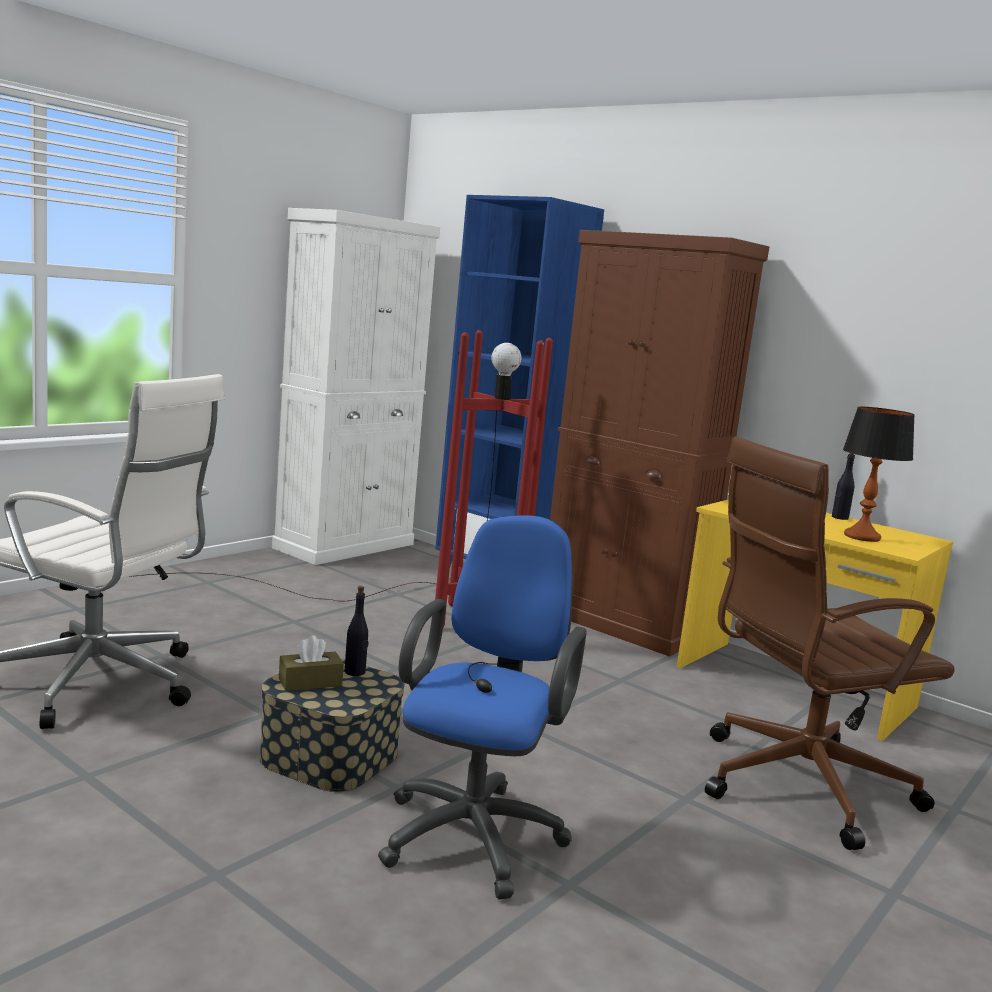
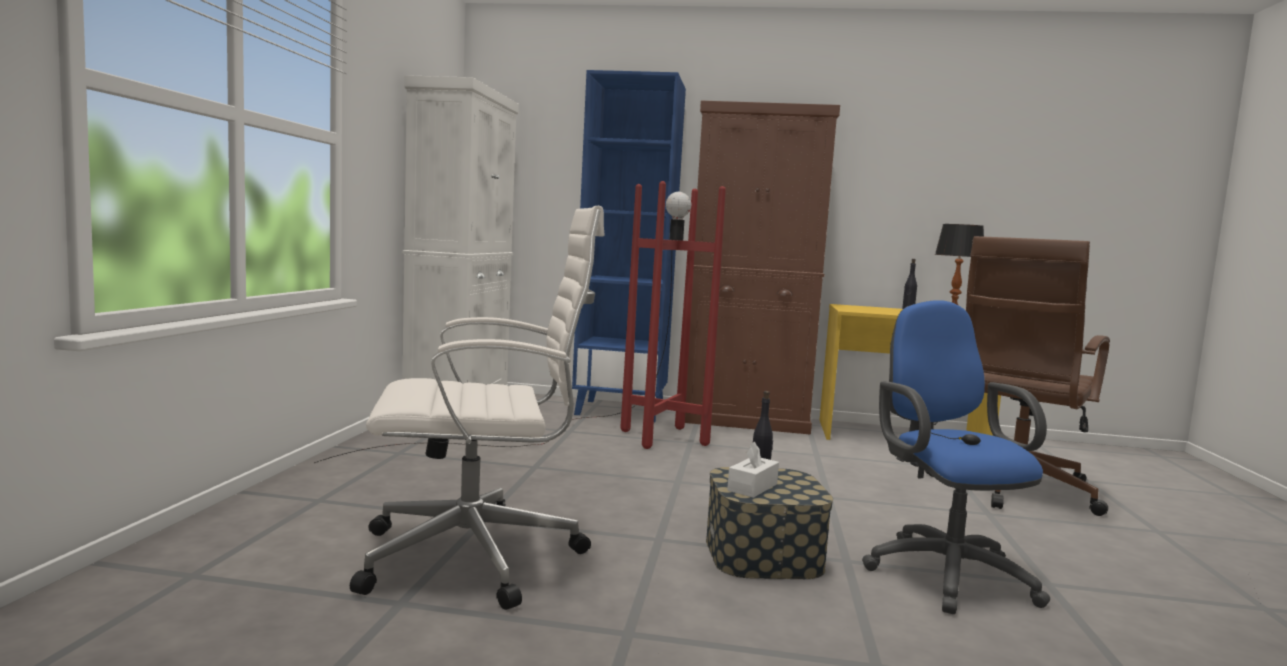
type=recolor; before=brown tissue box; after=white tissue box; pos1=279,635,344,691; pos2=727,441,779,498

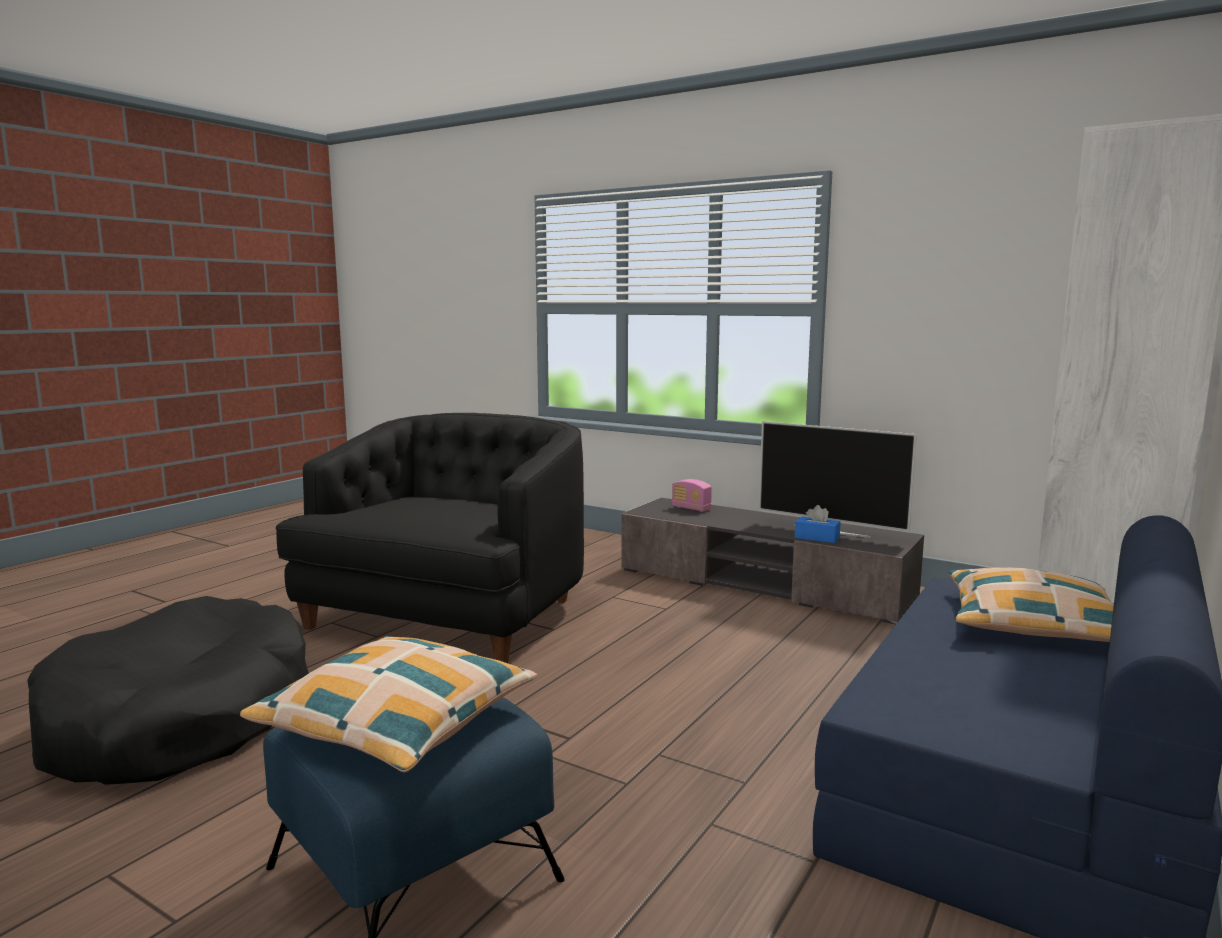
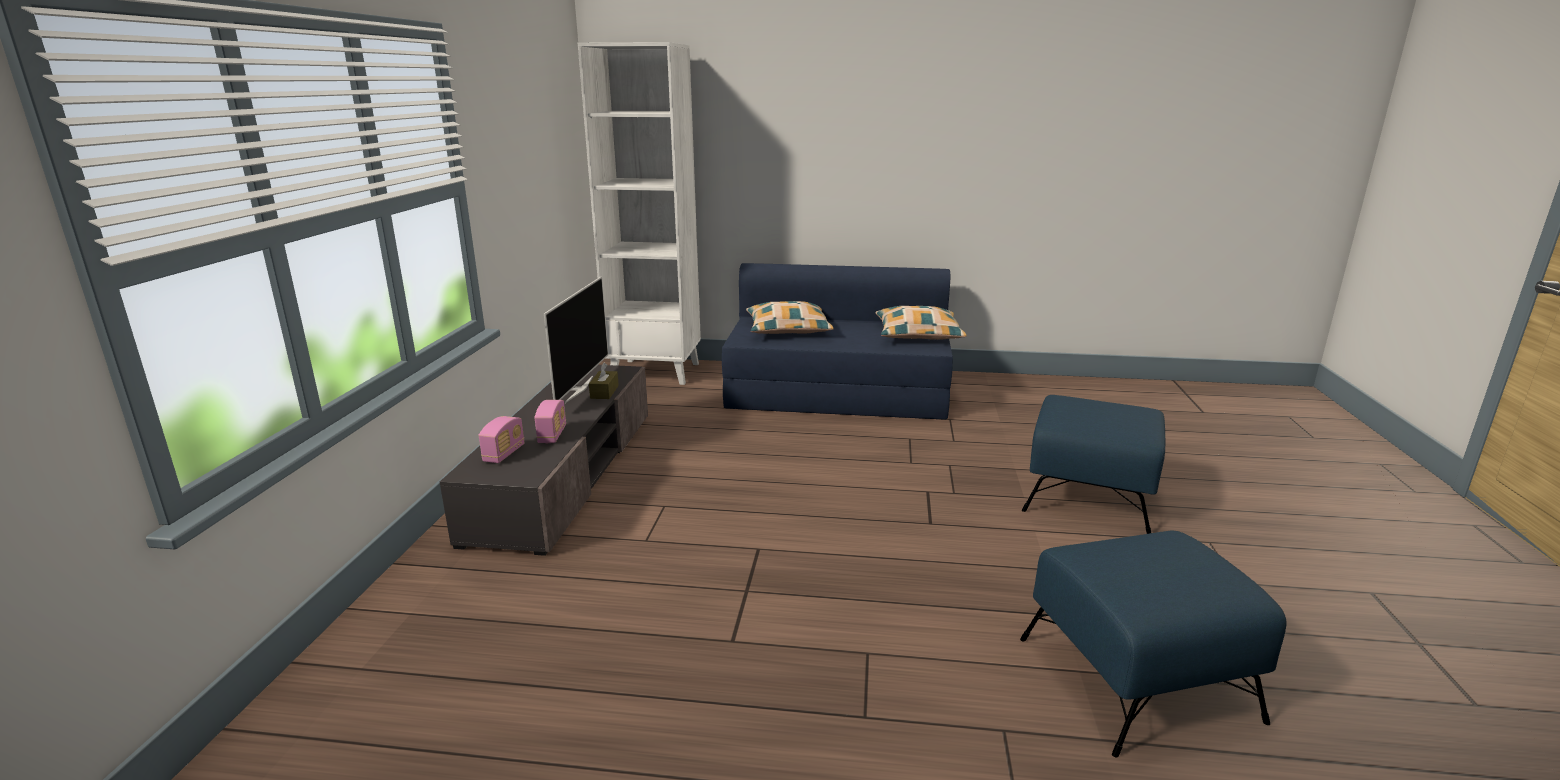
type=replace; before=black dog bed; after=blue ottoman; pos1=27,596,309,785; pos2=1020,531,1286,758
type=move; before=pillow; pos1=240,636,537,772; pos2=875,306,967,340
type=delete; before=black armchair; pos1=276,413,584,663
type=recolor; before=blue tissue box; after=brown tissue box; pos1=795,505,841,543; pos2=589,363,619,399
type=insert; after=radio; pos2=535,400,566,443

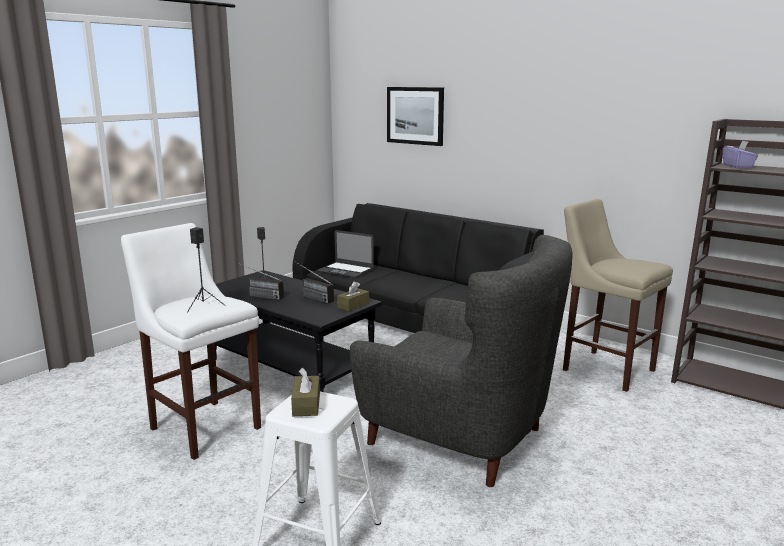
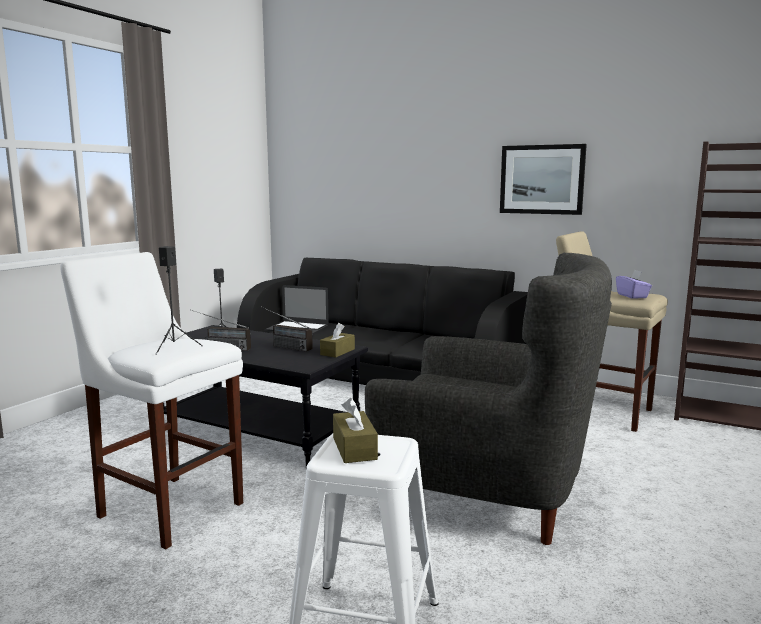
type=move; before=picture; pos1=387,87,444,146; pos2=500,144,587,215
type=move; before=purple tissue box; pos1=723,140,758,168; pos2=616,270,652,299

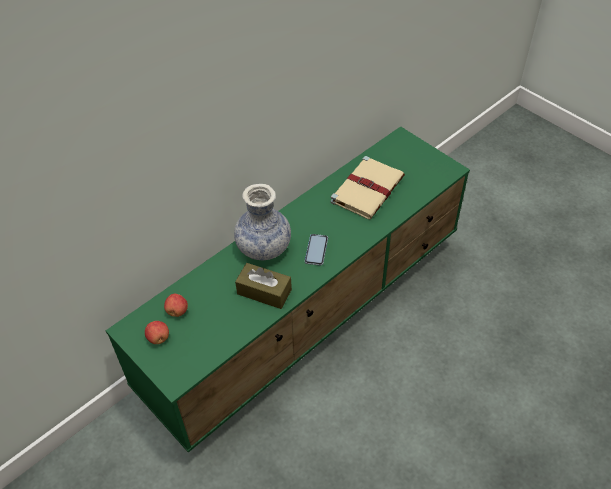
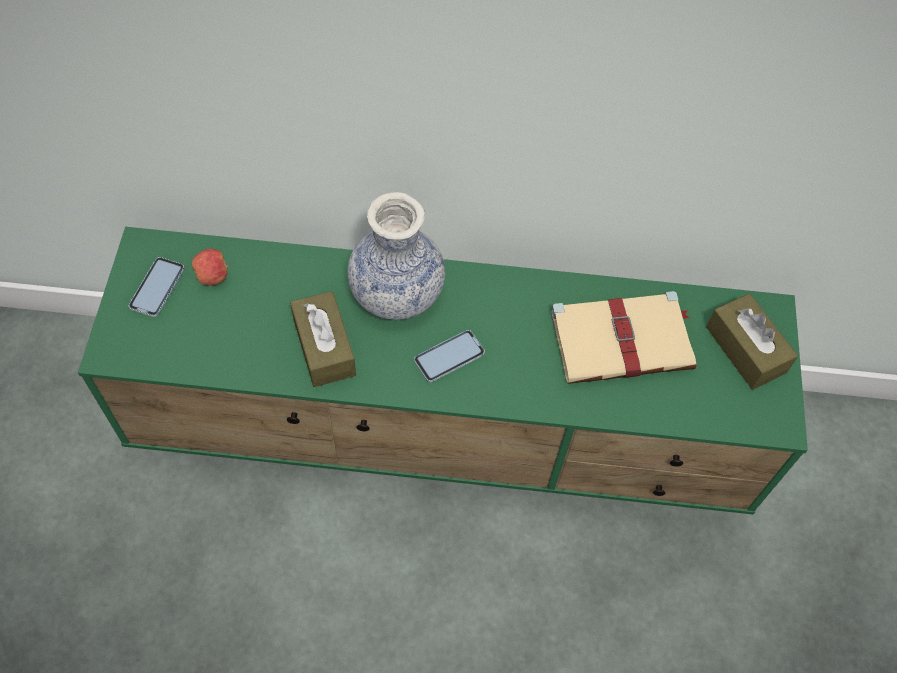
type=replace; before=apple; after=phone; pos1=145,321,169,344; pos2=129,257,185,317
type=insert; after=brown tissue box; pos2=706,294,798,390

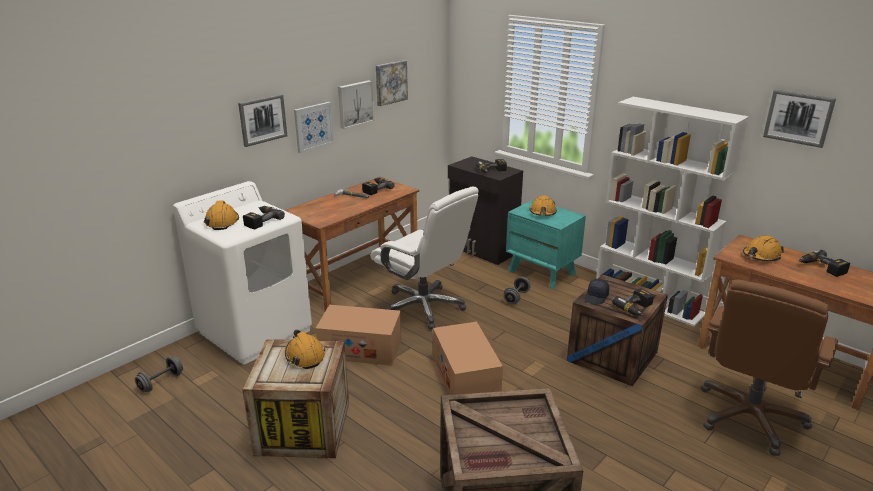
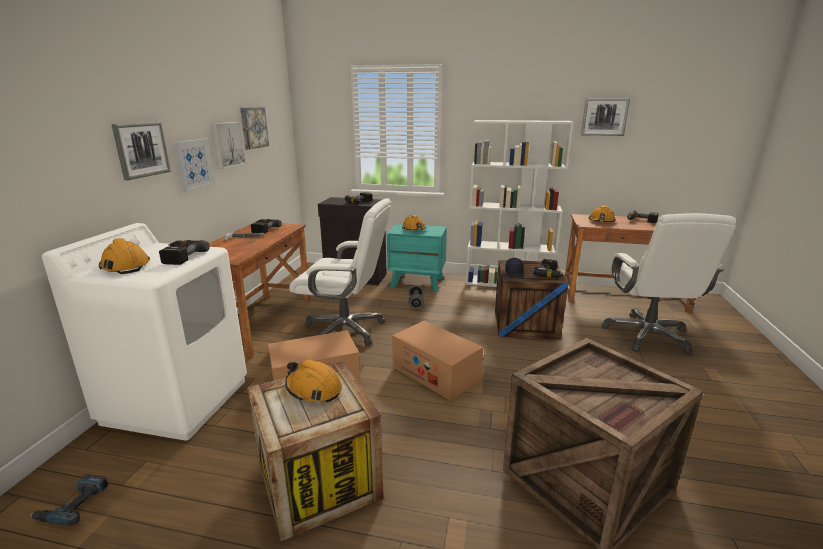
type=replace; before=grey dumbbell; after=power drill; pos1=135,356,183,392; pos2=30,475,108,526
type=recolor; before=brown office chair; after=white office chair; pos1=701,280,838,456; pos2=602,213,736,355

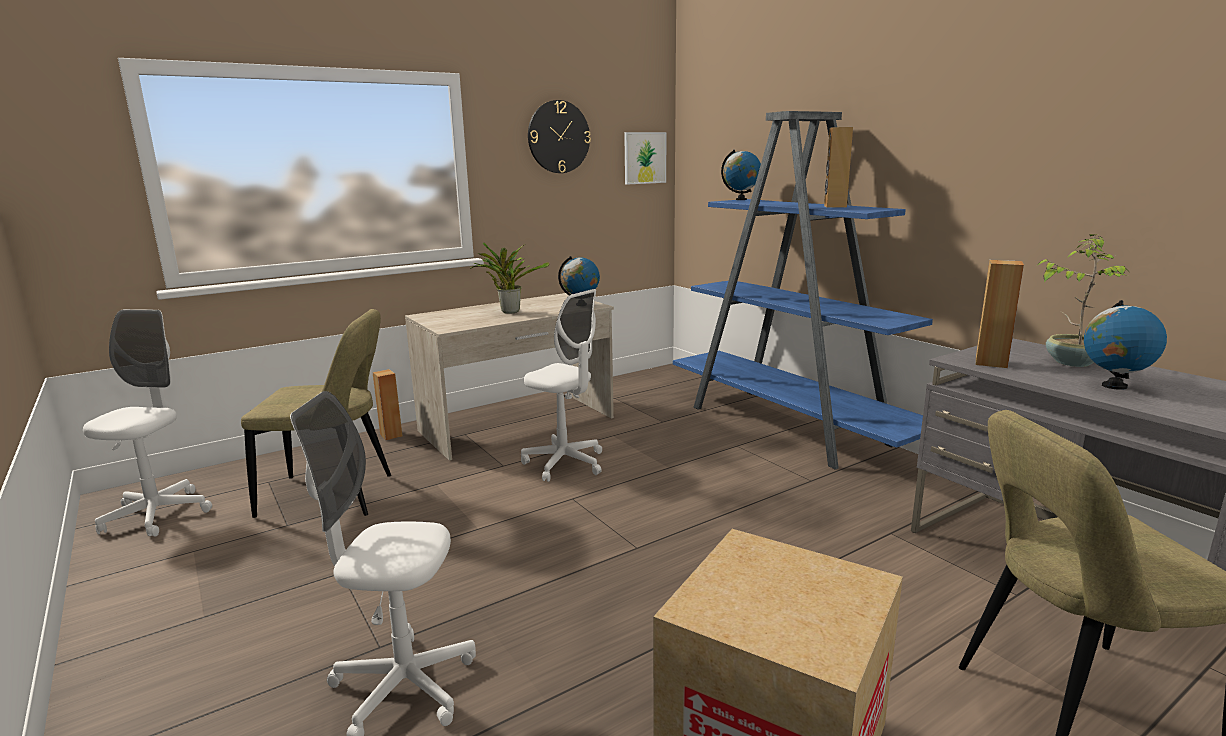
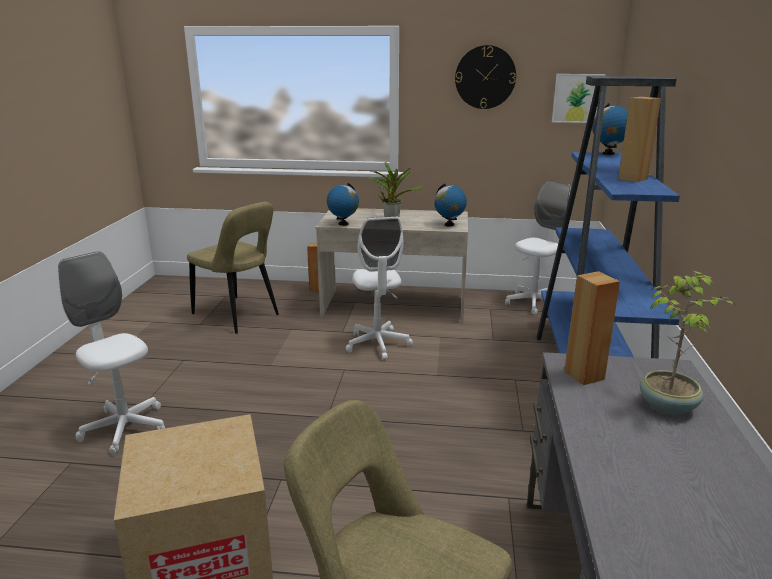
type=move; before=white office chair; pos1=83,309,212,537; pos2=505,181,570,315
type=move; before=globe; pos1=1084,300,1167,390; pos2=327,183,359,226

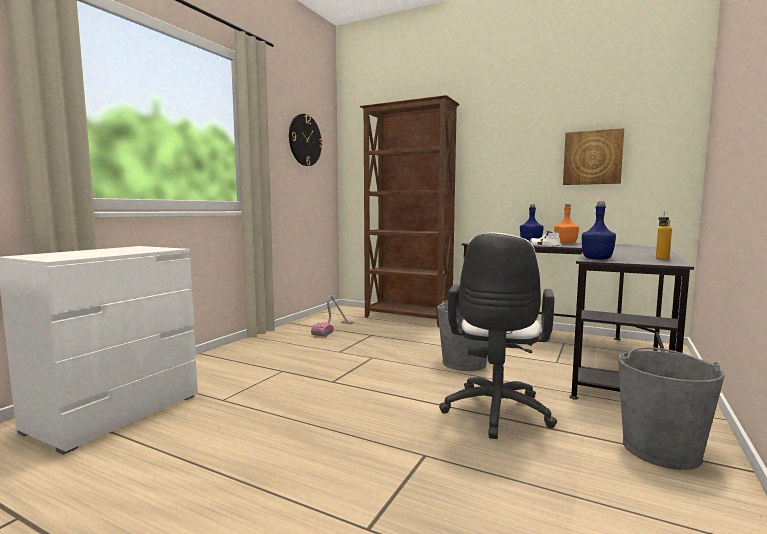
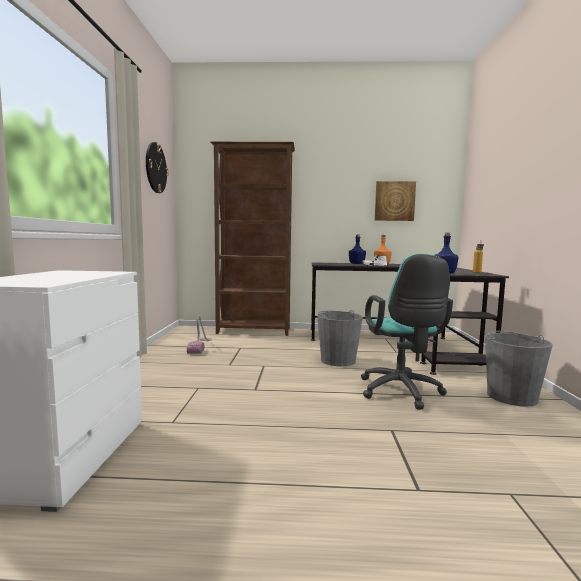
type=recolor; before=white office chair; after=turquoise office chair; pos1=439,232,557,439; pos2=361,254,453,410

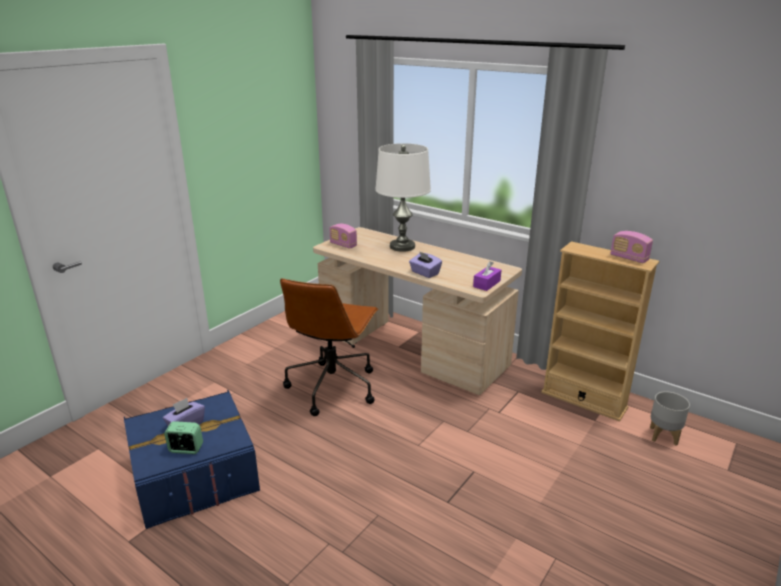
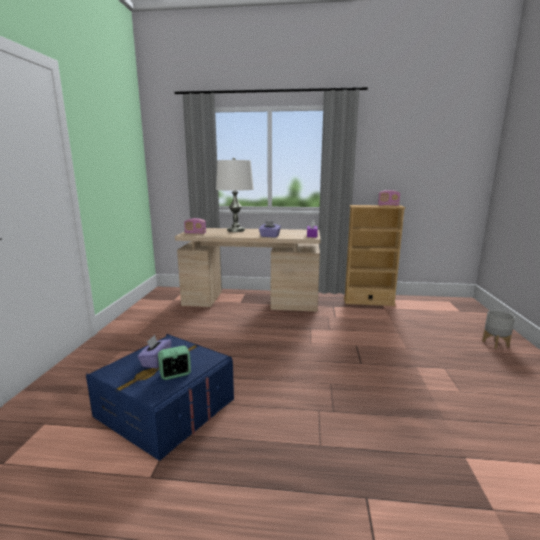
type=delete; before=brown office chair; pos1=280,278,378,416
type=move; before=grey planter; pos1=650,391,690,446; pos2=482,310,515,349

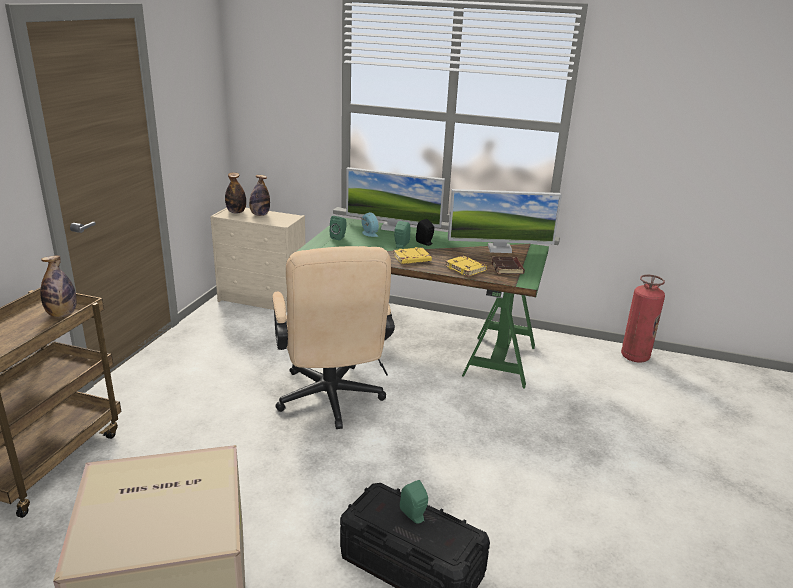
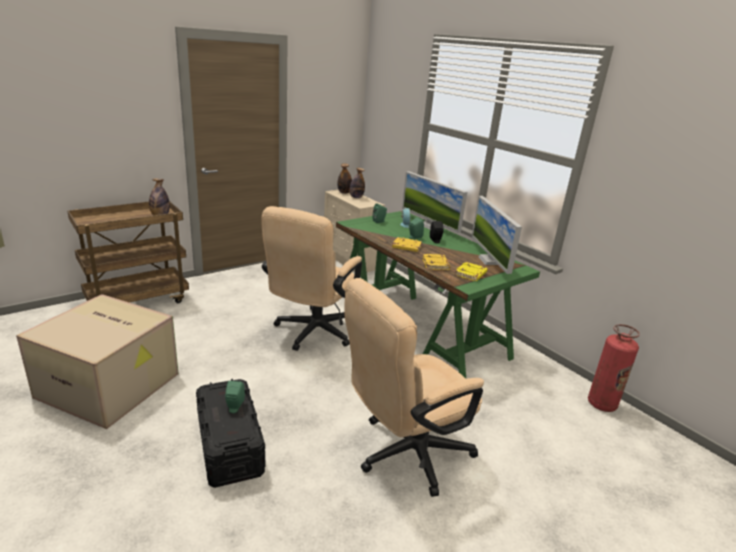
type=rotate; before=monitor; pos1=448,189,562,253; pos2=471,196,522,274; turn=45
type=recolor; before=brown book; after=yellow book; pos1=491,256,525,274; pos2=454,262,488,281
type=insert; after=beige office chair; pos2=344,278,484,497

